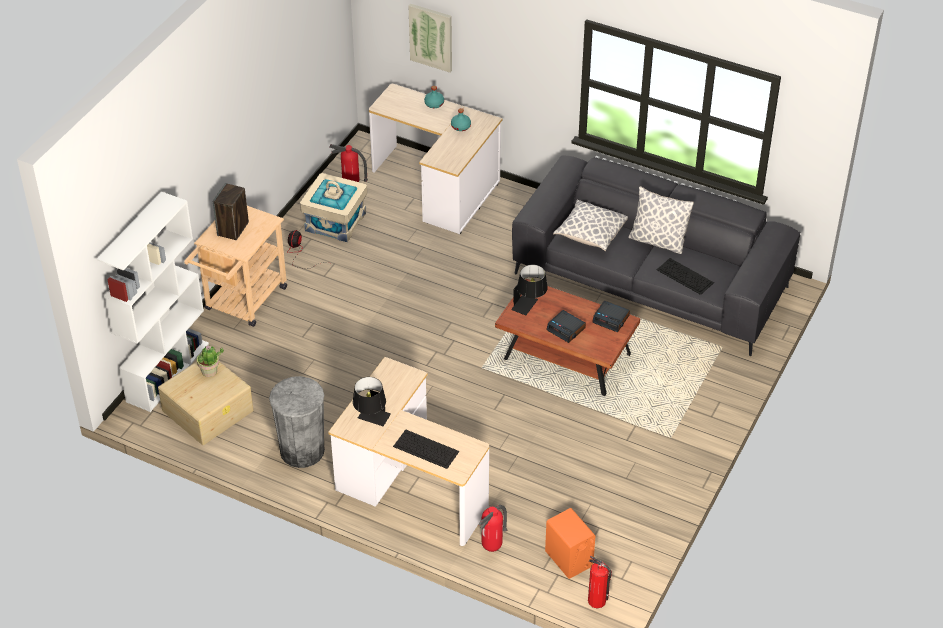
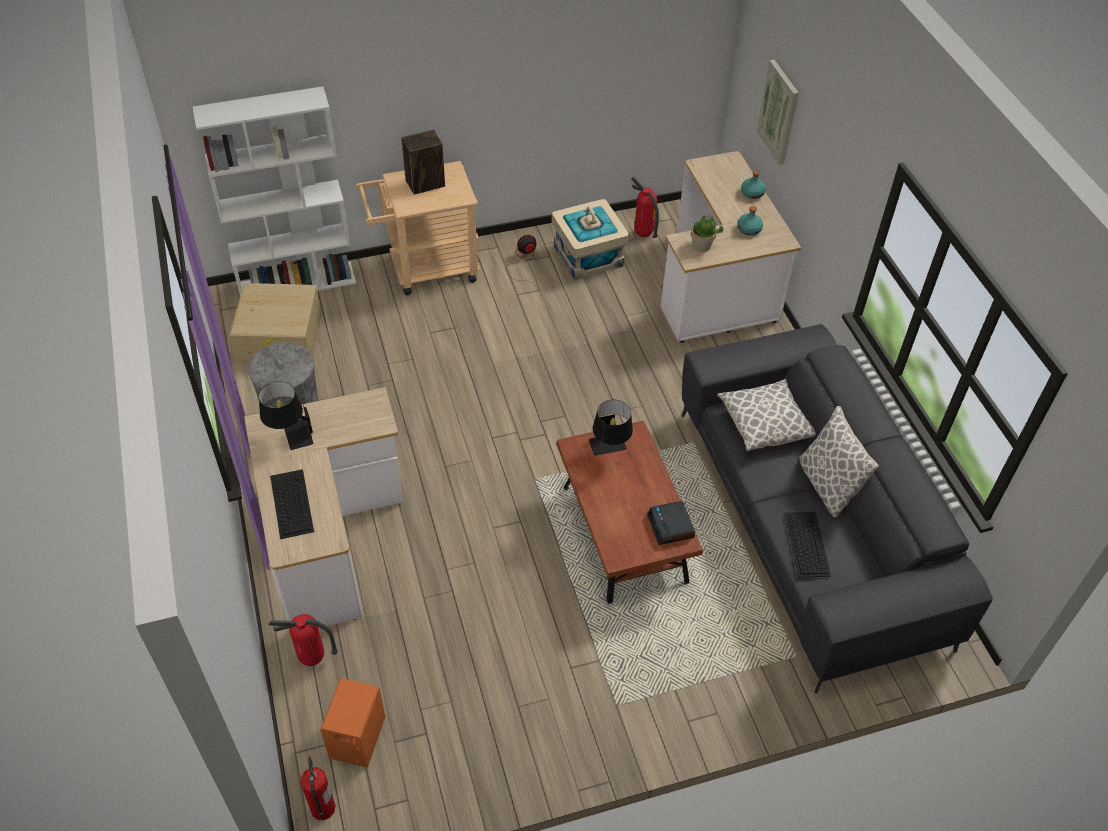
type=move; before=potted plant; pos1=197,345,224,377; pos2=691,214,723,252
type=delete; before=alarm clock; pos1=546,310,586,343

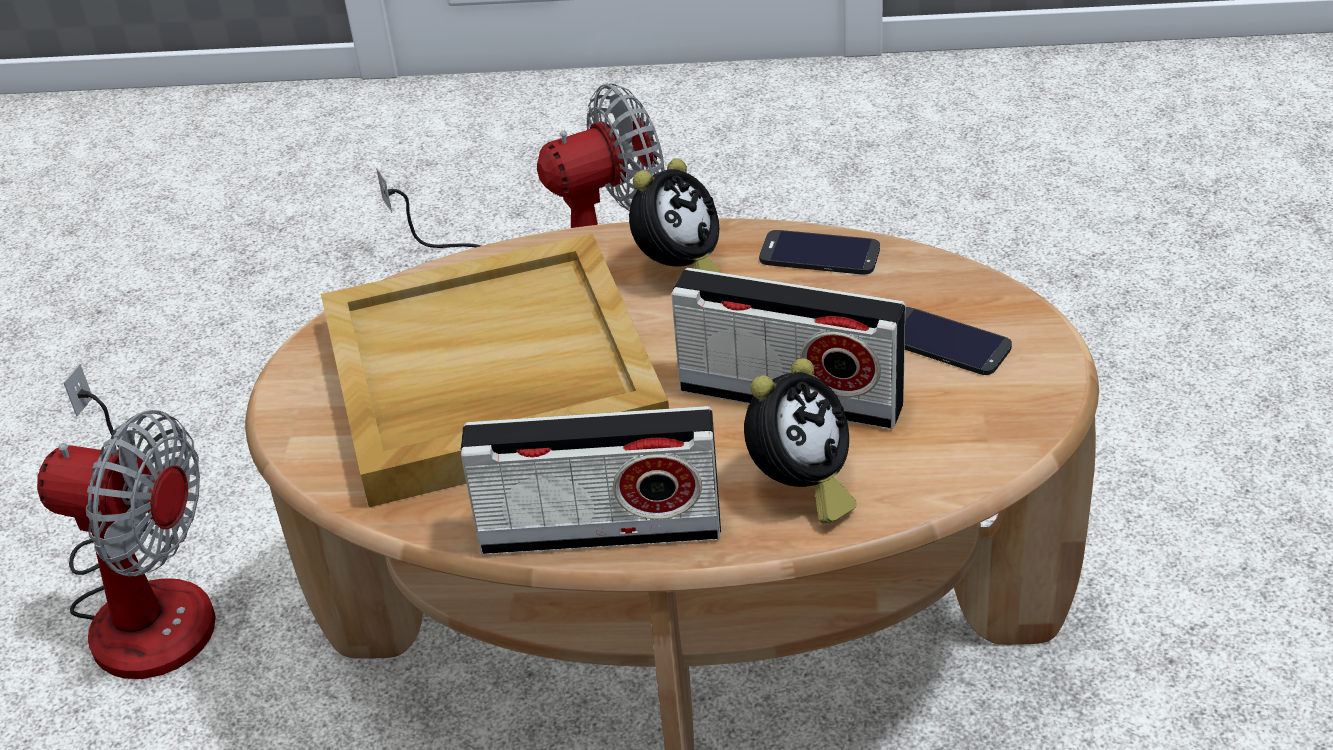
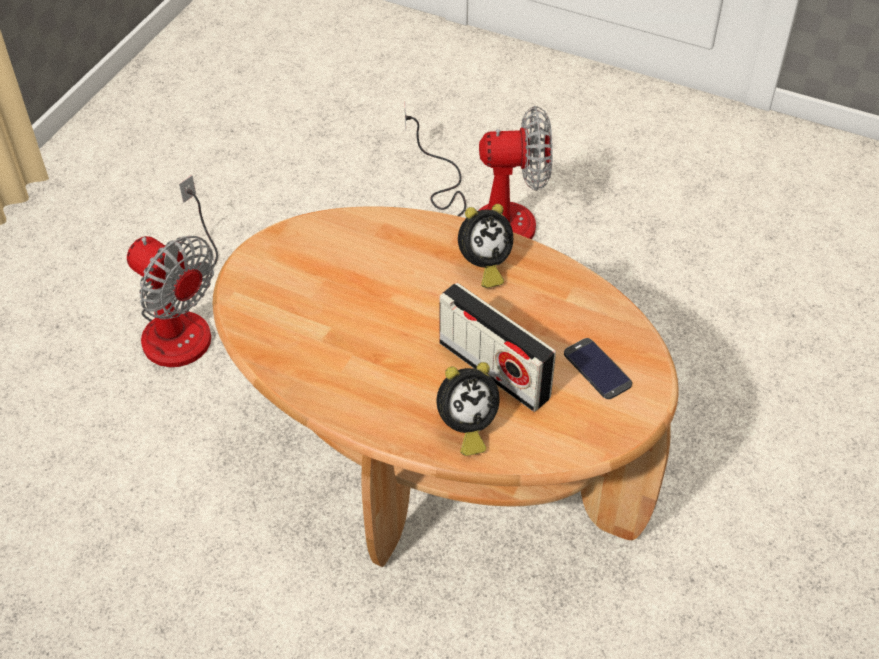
type=delete; before=beige tray; pos1=321,233,669,507
type=delete; before=radio; pos1=461,406,721,555
type=delete; before=phone; pos1=759,230,880,275

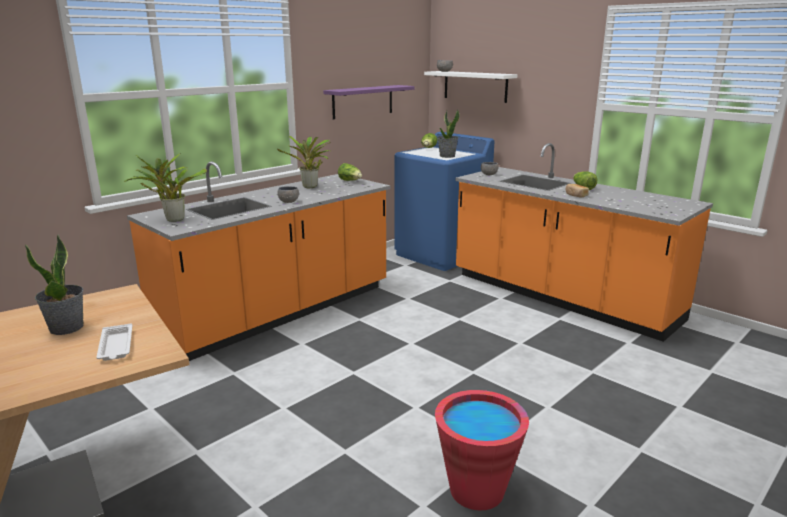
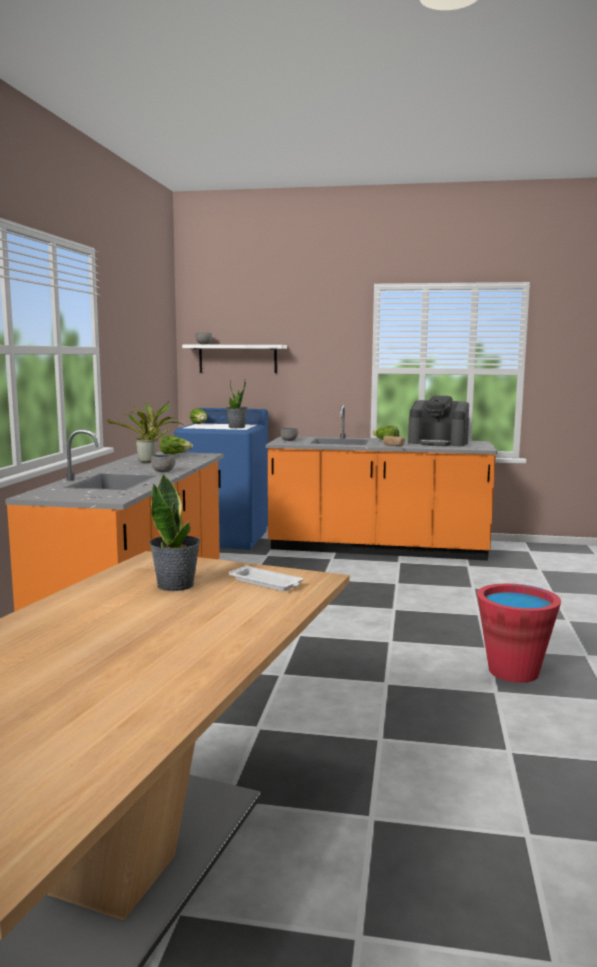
type=delete; before=potted plant; pos1=124,153,207,222
type=delete; before=purple shelf; pos1=323,85,415,120
type=insert; after=coffee machine; pos2=408,395,469,446

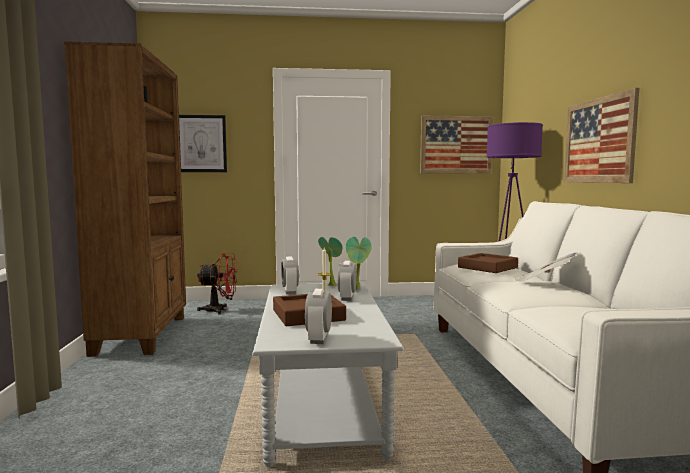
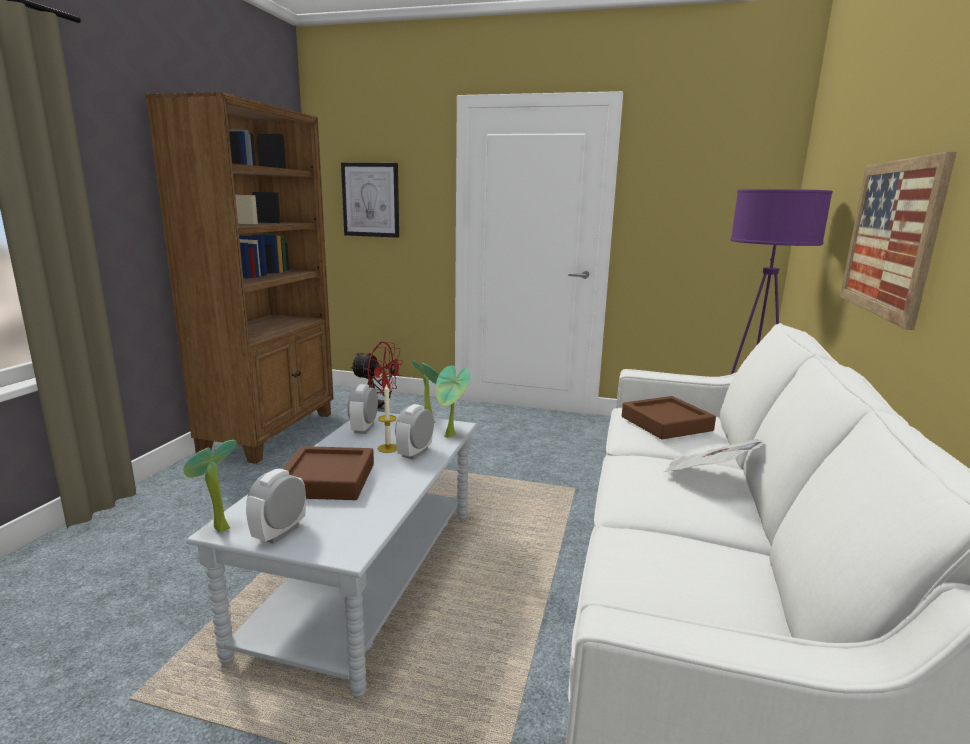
type=delete; before=picture; pos1=420,116,493,174
type=insert; after=potted plant; pos2=183,440,237,533

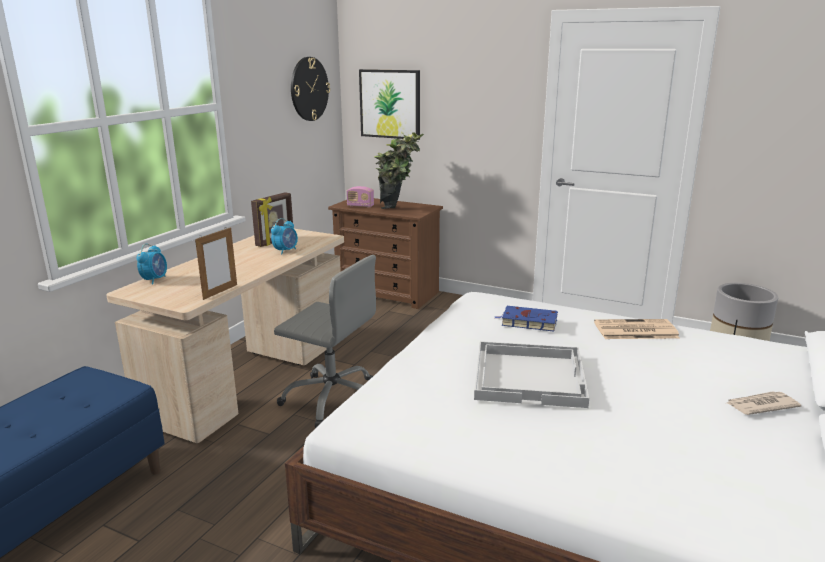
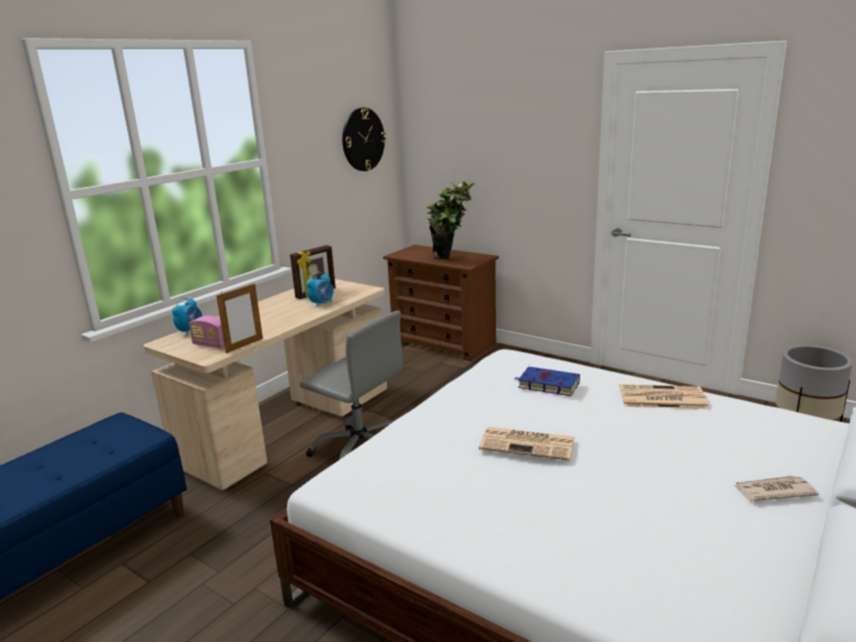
type=move; before=radio; pos1=347,186,374,207; pos2=189,316,225,348
type=delete; before=picture; pos1=359,69,420,140
type=replace; before=white tray; after=newspaper; pos1=474,341,589,408; pos2=479,427,575,461

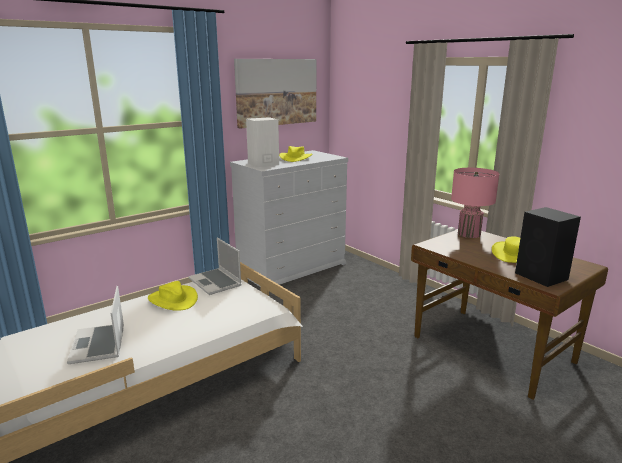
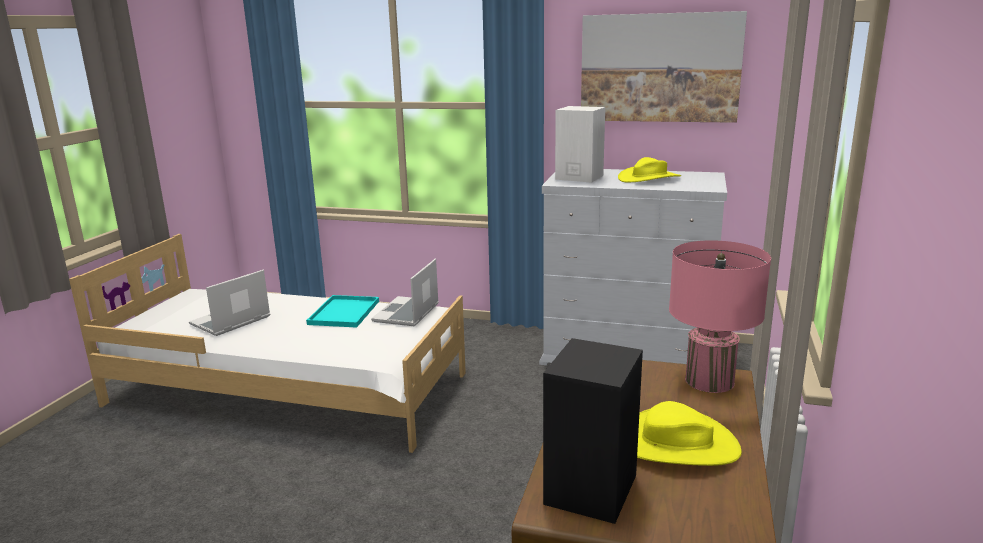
type=replace; before=yellow hat; after=turquoise tray; pos1=148,281,198,311; pos2=306,295,379,328

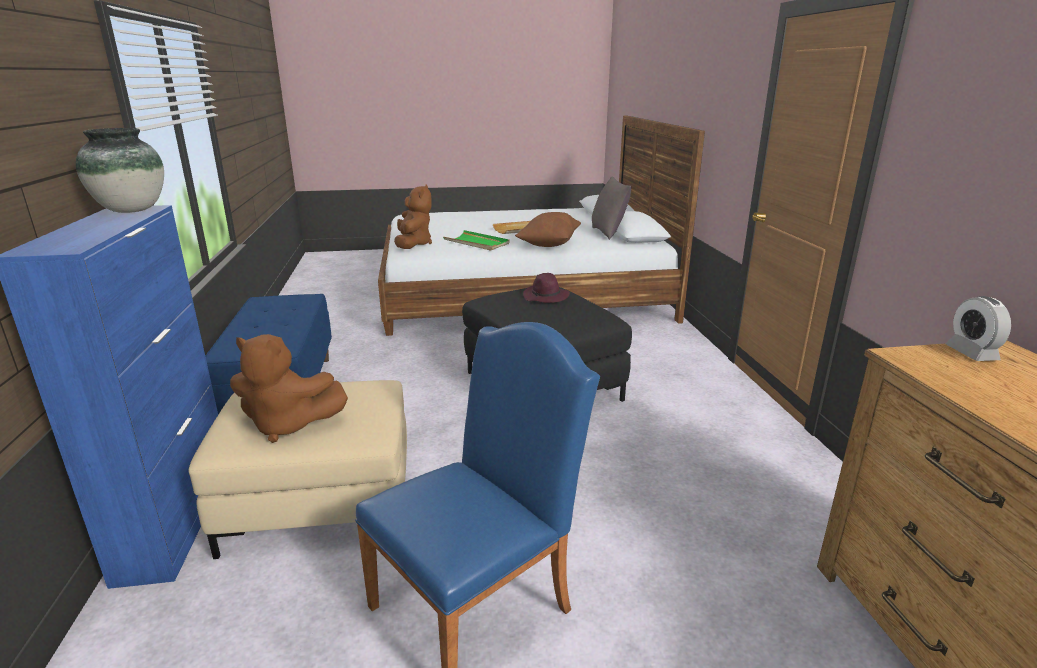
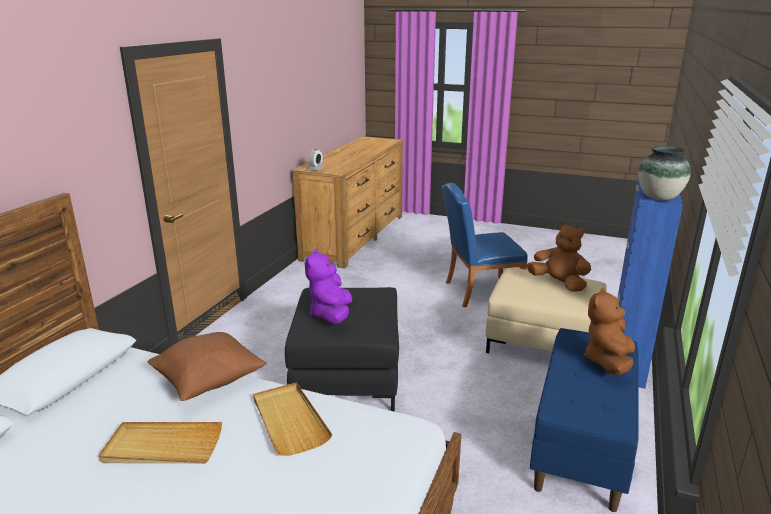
type=move; before=brown plush toy; pos1=394,184,432,249; pos2=584,287,635,375
type=recolor; before=green tray; after=beige tray; pos1=443,230,510,251; pos2=253,382,333,456
type=replace; before=purple hat; after=purple plush toy; pos1=523,273,570,303; pos2=305,249,352,324
type=delete; before=grey pillow; pos1=592,177,632,240

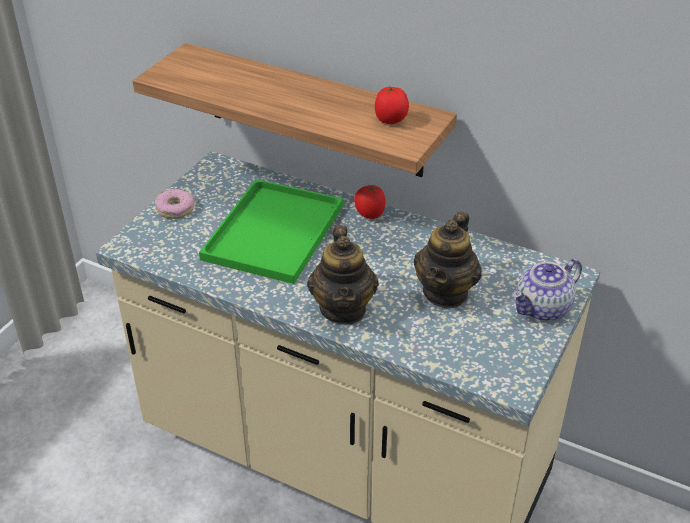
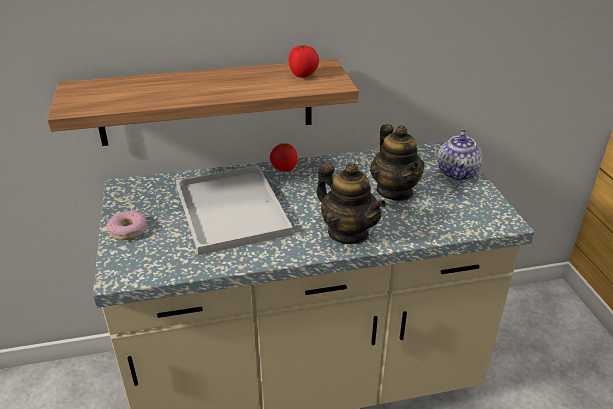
type=recolor; before=green tray; after=white tray; pos1=199,179,343,284; pos2=176,165,293,255

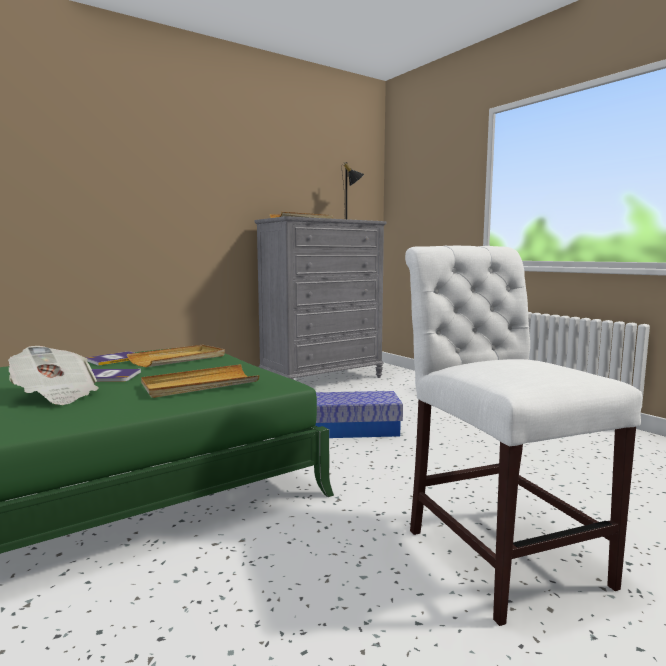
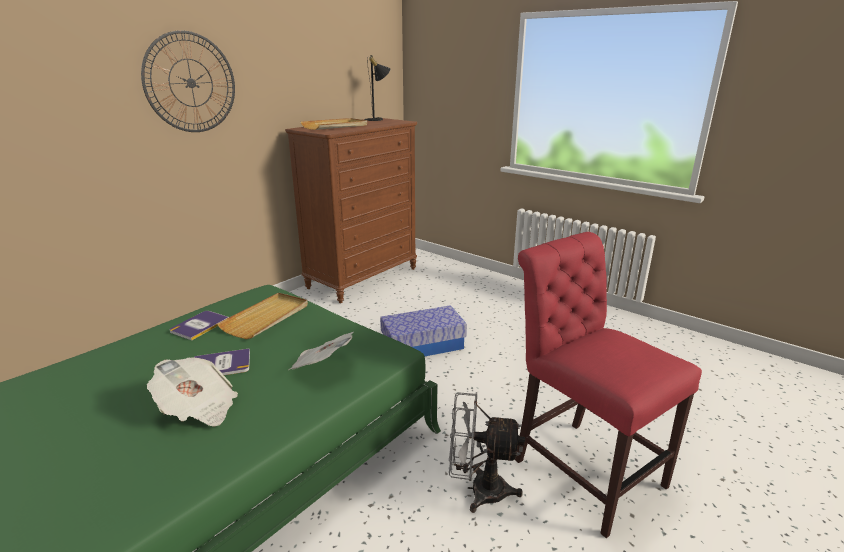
type=replace; before=beige tray; after=newspaper; pos1=141,364,260,398; pos2=289,332,354,370
type=recolor; before=grey dresser; after=brown dresser; pos1=254,217,386,379; pos2=285,118,417,303
type=recolor; before=white chair; after=red chair; pos1=405,246,642,626; pos2=515,232,702,538
type=insert; after=wall clock; pos2=141,30,235,132
type=insert; after=grey fan; pos2=449,392,525,513

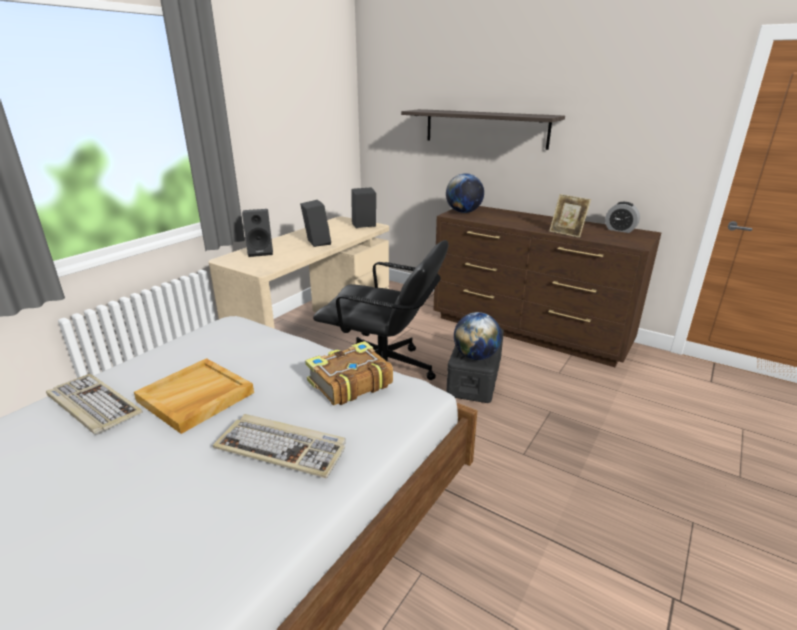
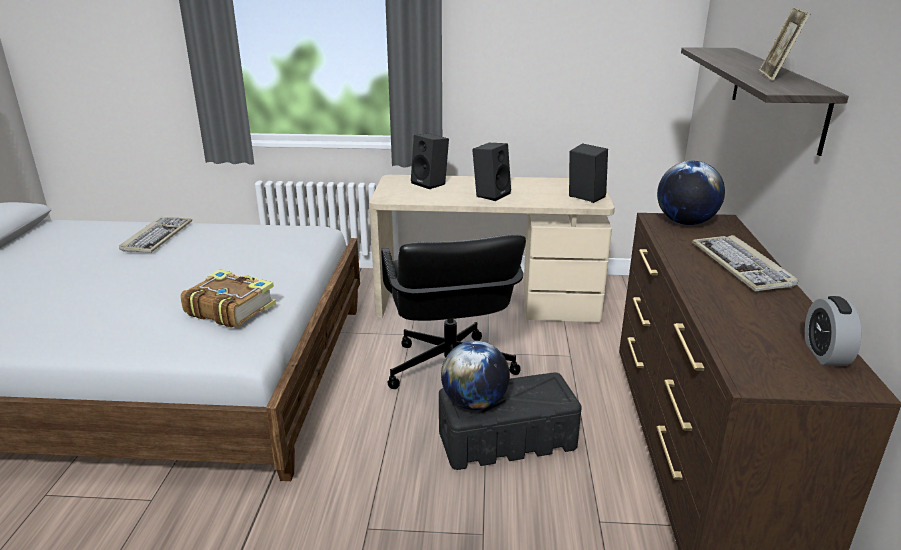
type=delete; before=beige tray; pos1=134,358,254,434
type=move; before=keyboard; pos1=213,414,346,478; pos2=692,235,798,291
type=move; before=picture frame; pos1=549,194,591,238; pos2=759,7,811,81

